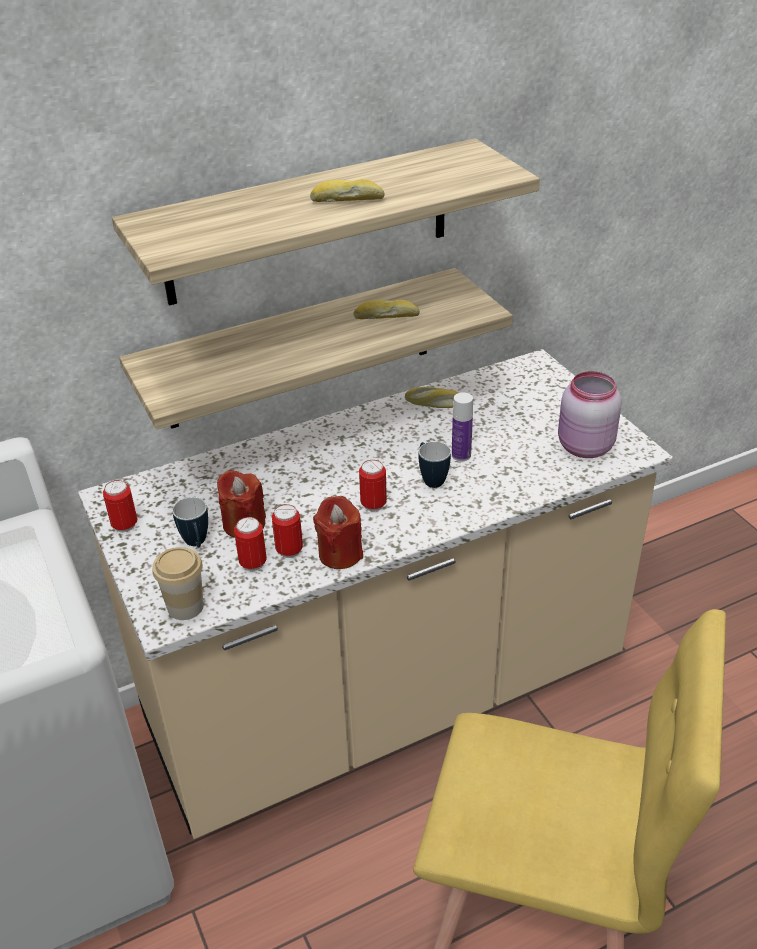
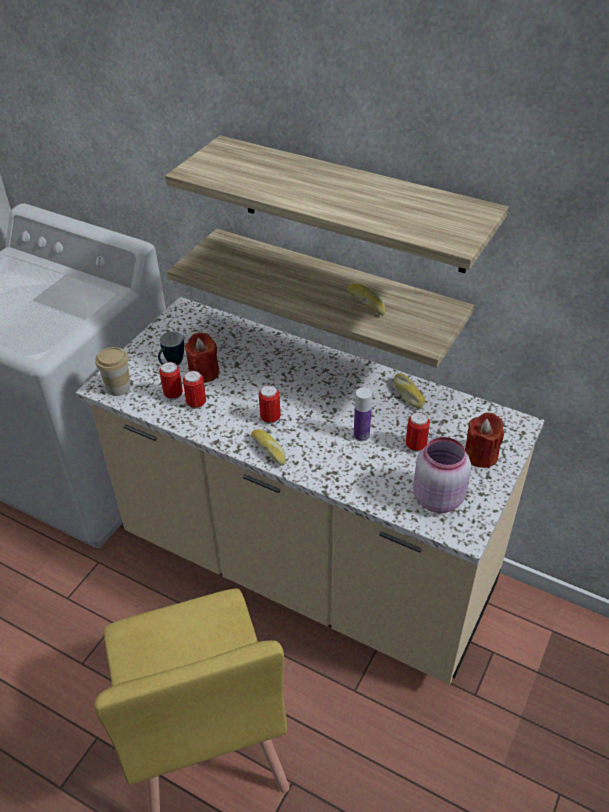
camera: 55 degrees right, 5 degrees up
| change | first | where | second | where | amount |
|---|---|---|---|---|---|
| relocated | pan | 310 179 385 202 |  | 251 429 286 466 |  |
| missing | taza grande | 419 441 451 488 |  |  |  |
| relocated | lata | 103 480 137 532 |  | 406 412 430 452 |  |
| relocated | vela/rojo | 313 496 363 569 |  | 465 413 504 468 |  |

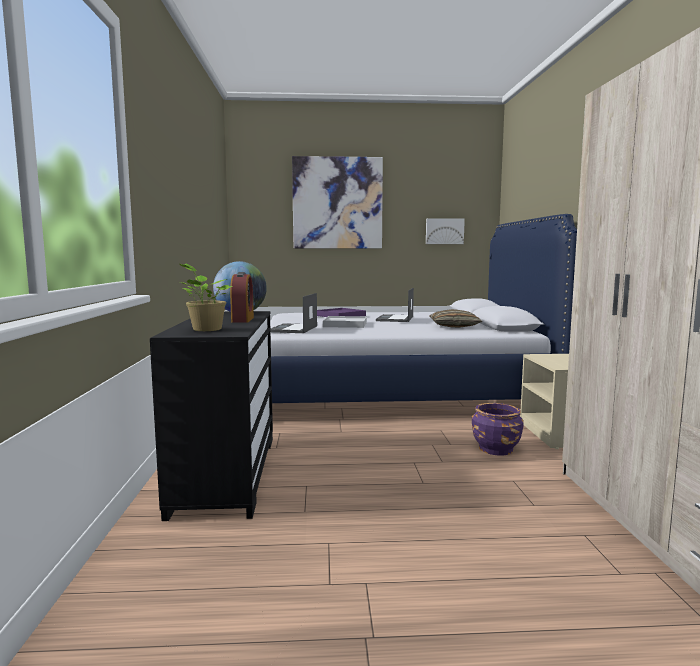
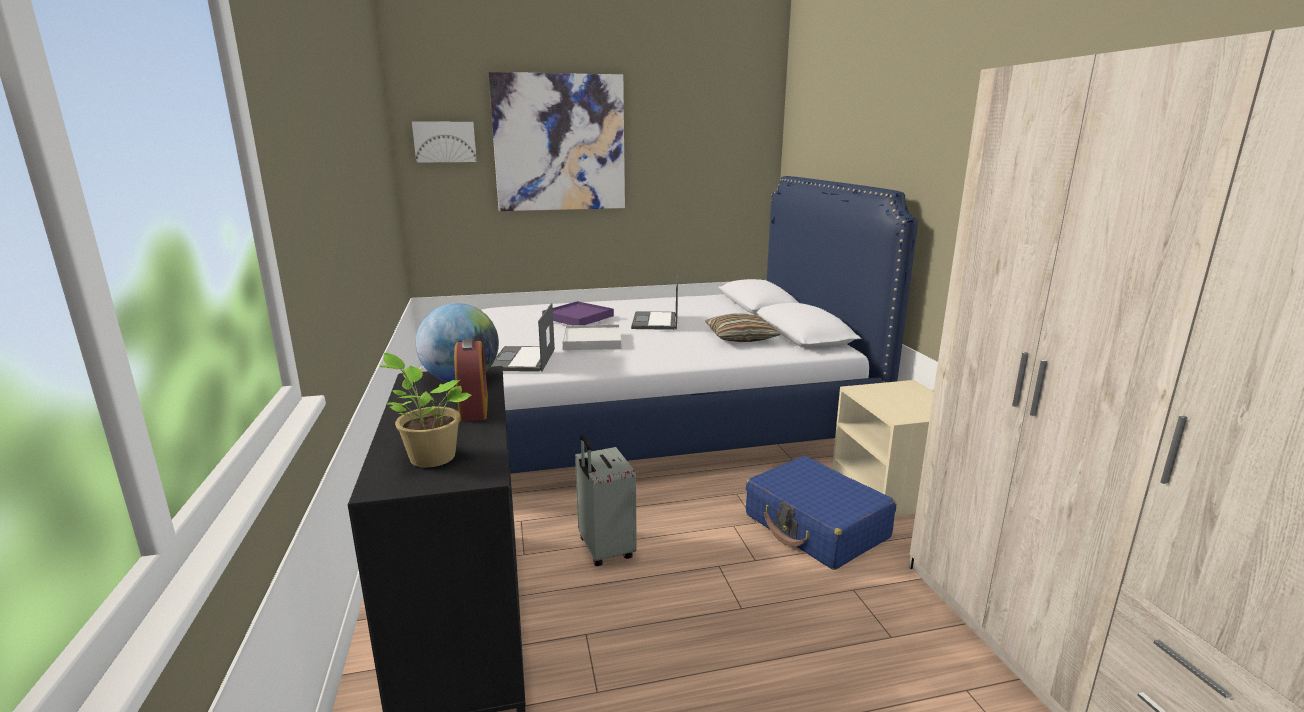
camera: 10 degrees left, 10 degrees up
| change | first | where | second | where | amount |
|---|---|---|---|---|---|
| relocated | cuadro | 426 218 465 244 |  | 412 121 477 163 |  |
| exchanged | maceta/morado | 472 403 524 455 | maleta/azul | 746 456 896 570 |  |
| appeared |  |  | maleta/gris | 575 434 637 566 |  |

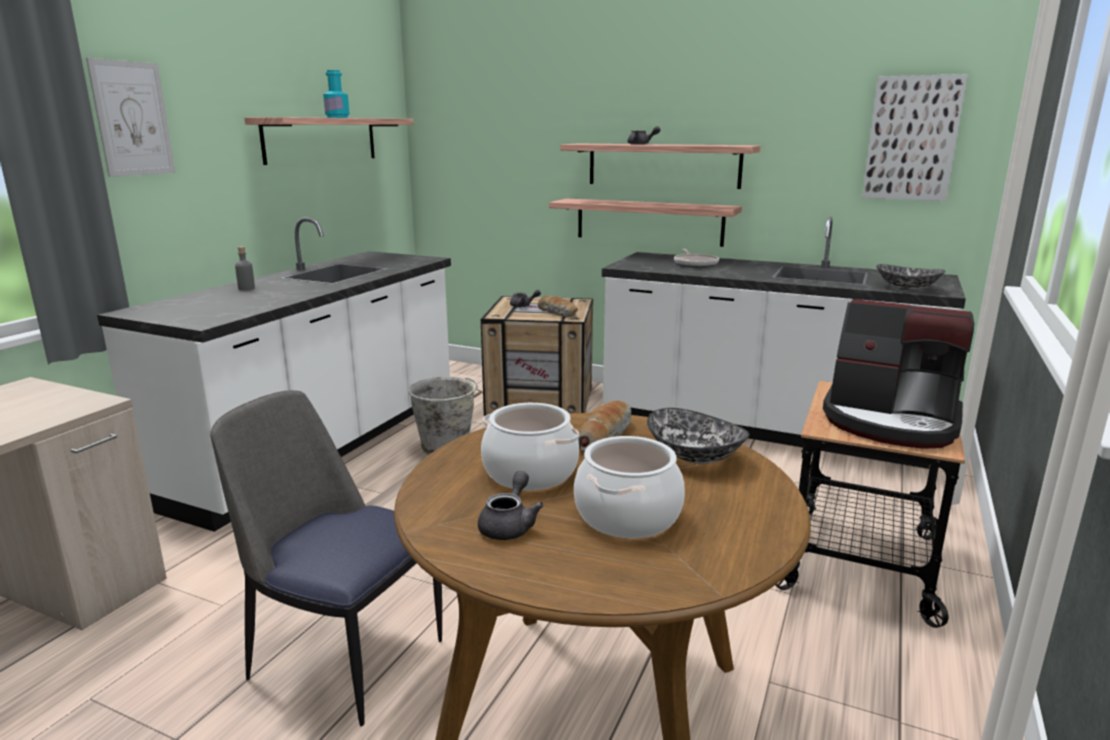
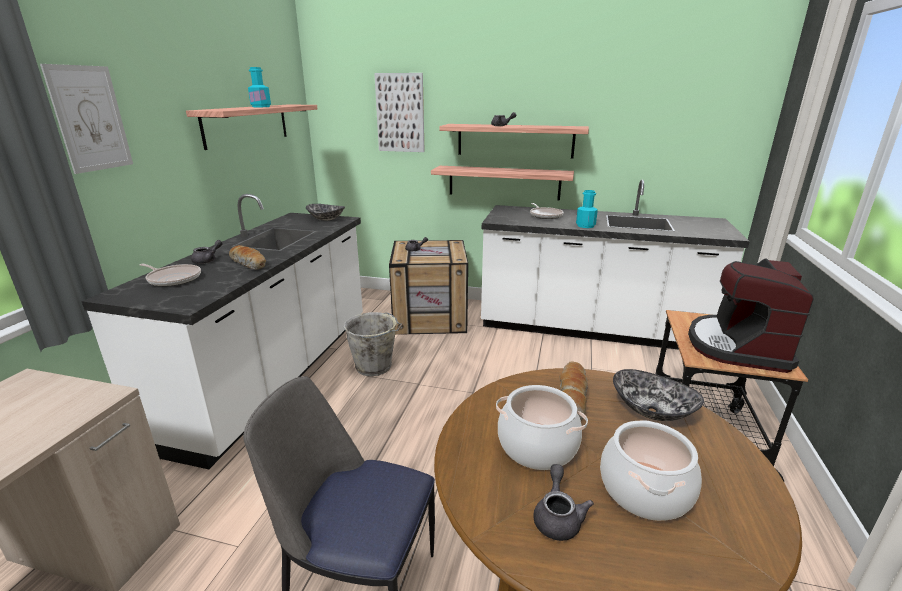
camera: 10 degrees left, 5 degrees up
| change | first | where | second | where | amount |
|---|---|---|---|---|---|
| relocated | cuadro | 862 74 968 201 |  | 374 73 425 152 |  |
| exchanged | botella/gris | 235 247 255 290 | tetera/gris | 191 240 223 264 |  |
| relocated | cuenco | 876 264 946 290 |  | 306 204 345 221 |  |
| relocated | pan | 537 296 578 317 |  | 229 245 266 270 |  |
| spun | cafetera | 823 299 974 449 |  | 688 259 814 373 | 90 degrees clockwise |
| appeared |  |  | botella/turquesa | 576 190 598 228 |  |
| appeared |  |  | sartén | 140 264 201 287 |  |

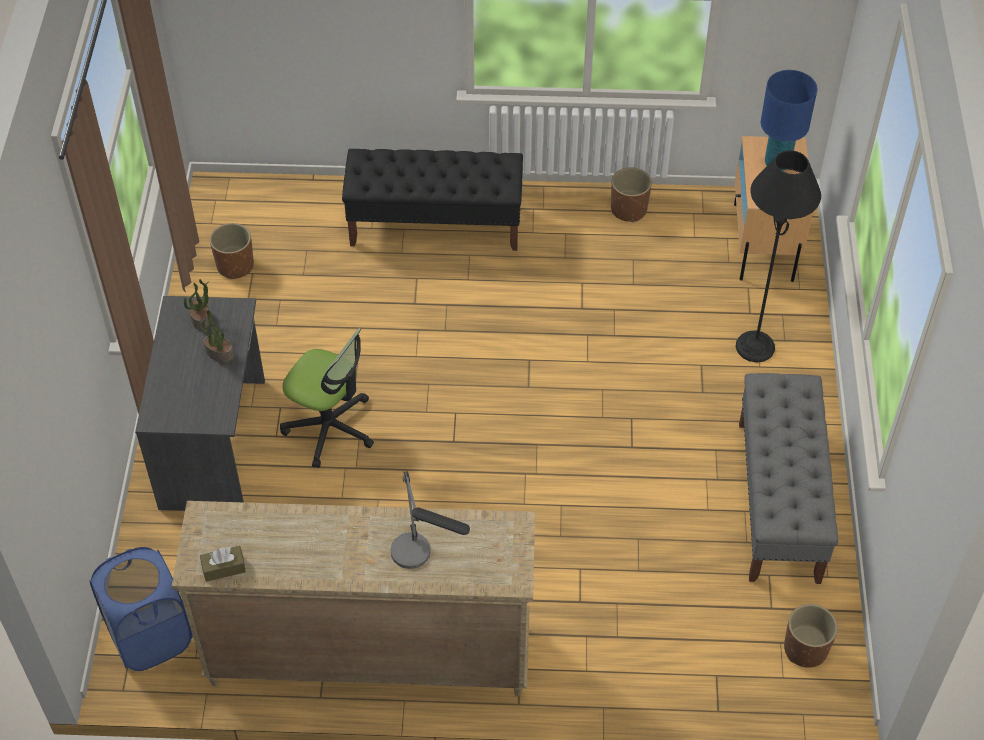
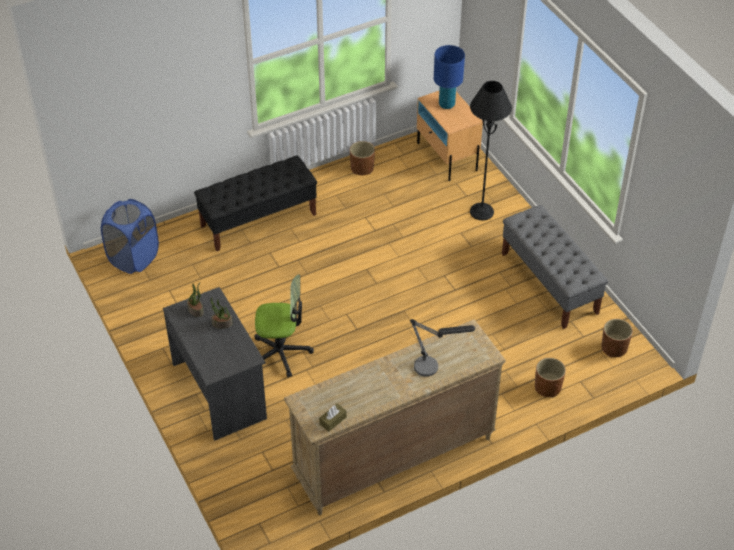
camera: 30 degrees left, 5 degrees down
| change | first | where | second | where | amount |
|---|---|---|---|---|---|
| relocated | maceta/marrón | 210 223 254 279 |  | 535 358 566 398 |  |
| relocated | cesto de la ropa/azul | 89 547 193 671 |  | 101 199 159 274 |  |

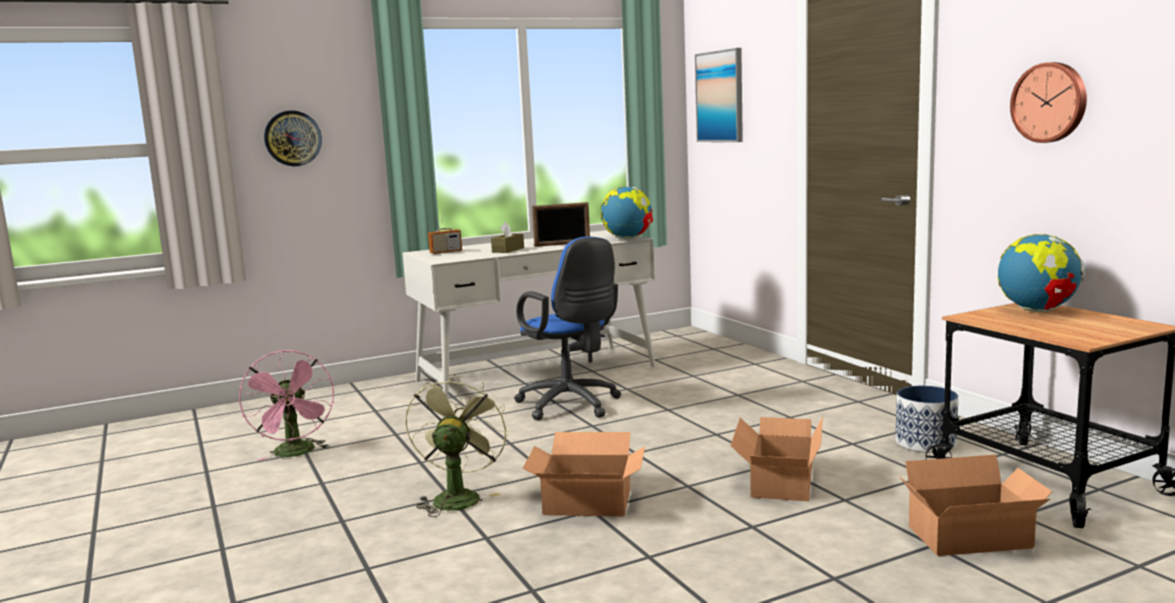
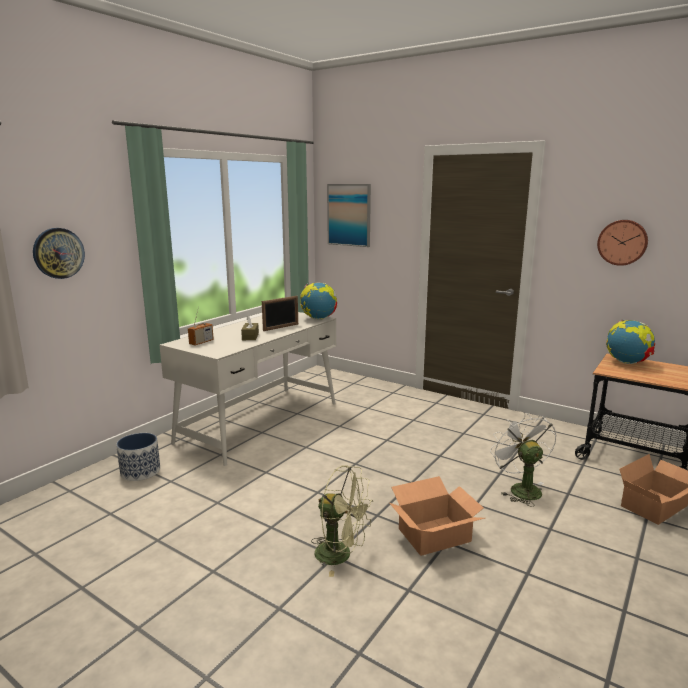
camera: 30 degrees left, 5 degrees up
| change | first | where | second | where | amount |
|---|---|---|---|---|---|
| missing | silla de oficina/azul | 514 237 621 420 |  |  |  |
| missing | ventilador/rosa | 239 350 334 461 |  |  |  |
| spun | ventilador/verde | 405 374 509 517 |  | 311 465 373 577 | 135 degrees clockwise |
| relocated | maceta | 896 386 958 453 |  | 116 433 160 481 |  |
| exchanged | caja de cartón | 730 417 823 501 | ventilador/blanco | 490 412 556 507 |  |

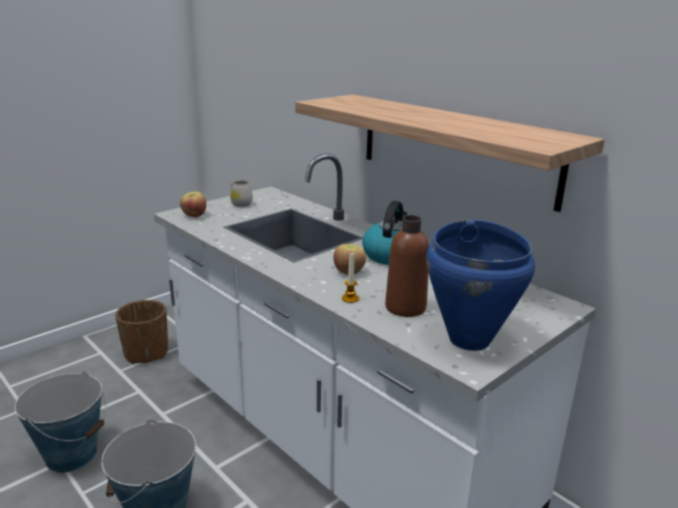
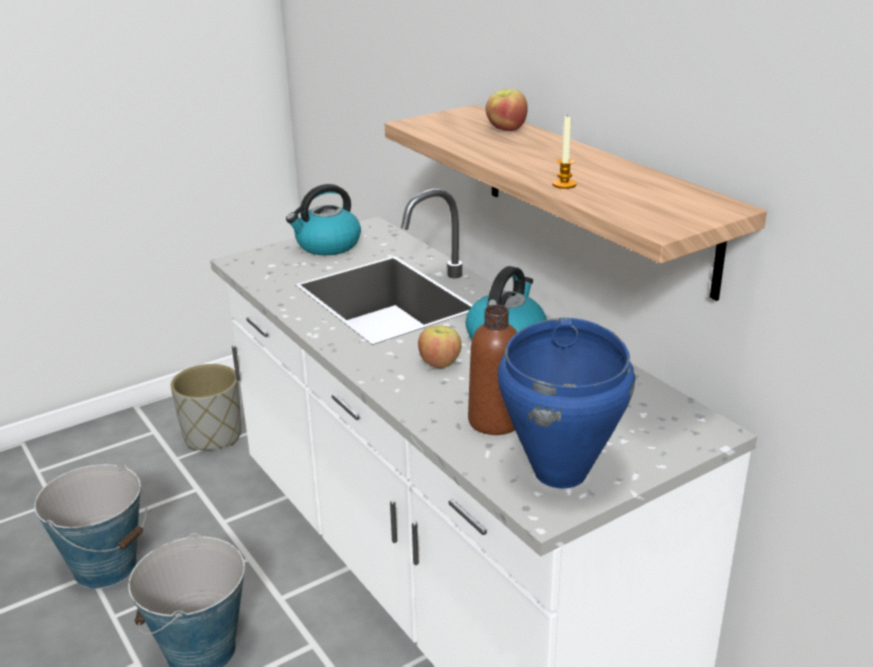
camera: 10 degrees right, 5 degrees up
| change | first | where | second | where | amount |
|---|---|---|---|---|---|
| exchanged | taza grande/blanco | 230 180 253 207 | hervidor | 286 184 361 255 |  |
| relocated | manzana | 180 192 206 217 |  | 486 89 528 131 |  |
| relocated | vela | 342 253 359 303 |  | 552 116 577 189 |  |
| colour | maceta/marrón | 115 300 168 364 | maceta/gris | 171 364 241 451 |  |

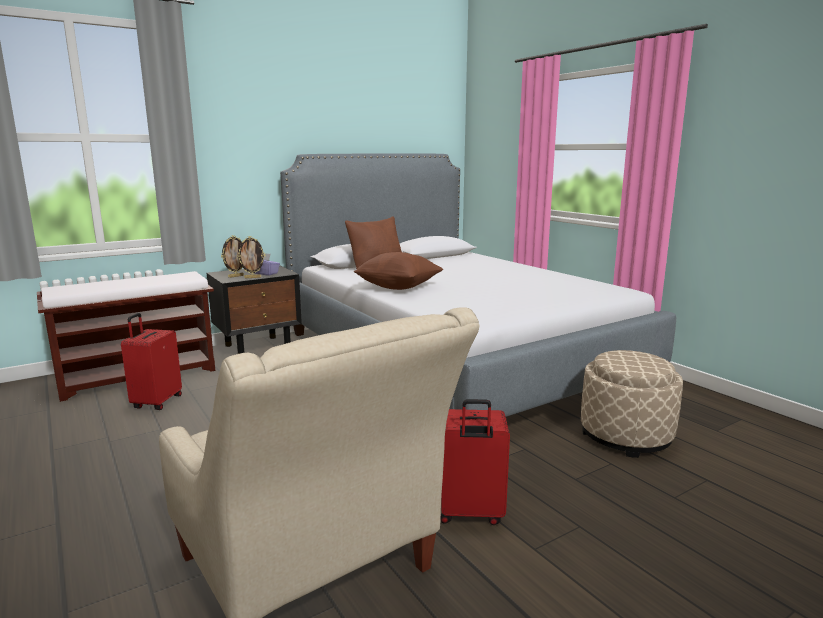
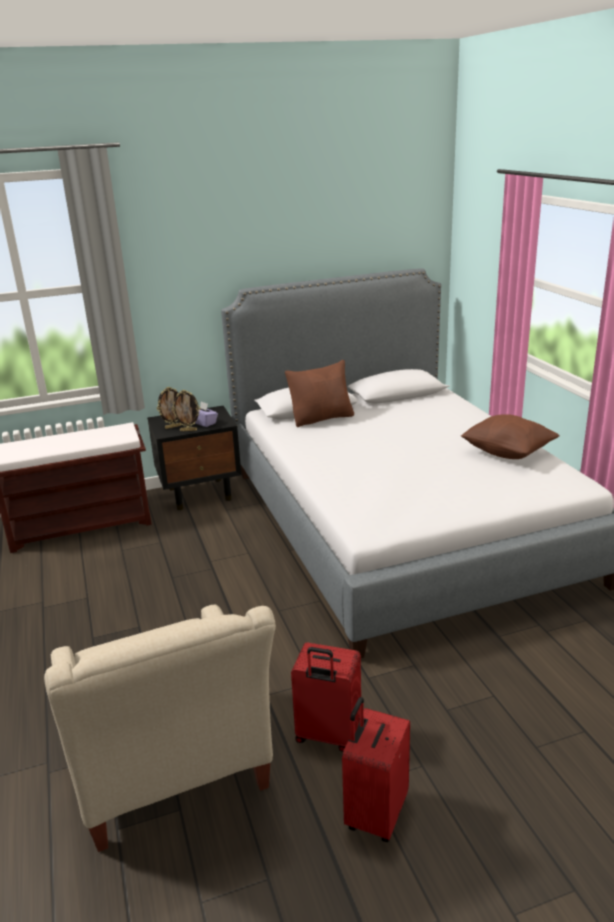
camera: 15 degrees right, 10 degrees up
| change | first | where | second | where | amount |
|---|---|---|---|---|---|
| relocated | cojín/marrón | 354 252 443 290 |  | 461 414 559 459 |  |
| relocated | maleta/rojo | 121 313 182 410 |  | 342 697 410 842 |  |
| missing | puf/beis | 581 350 683 458 |  |  |  |

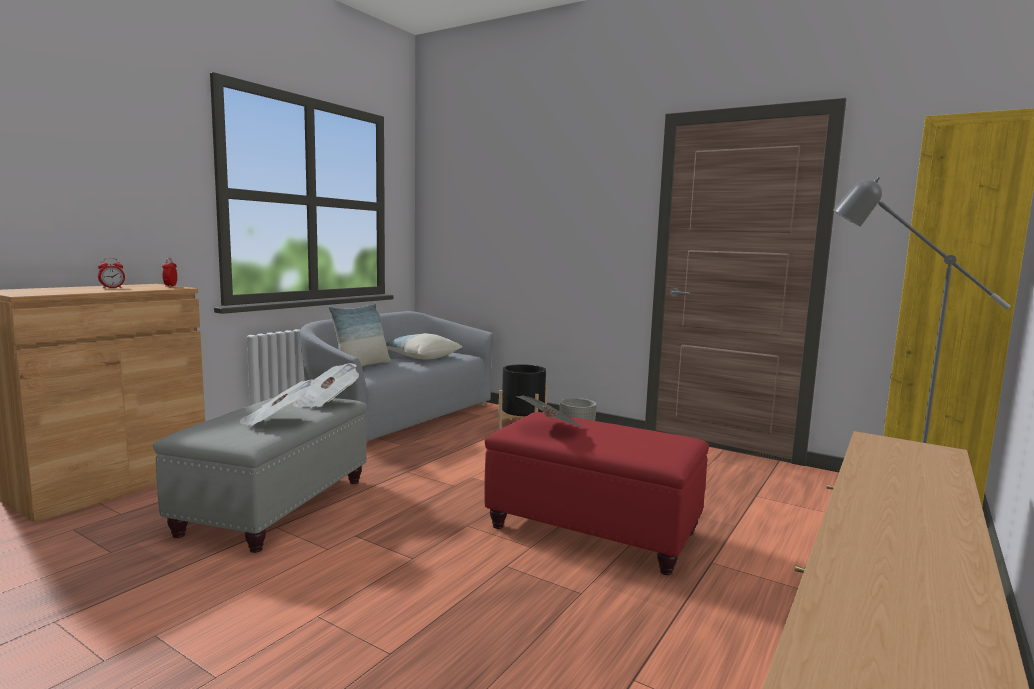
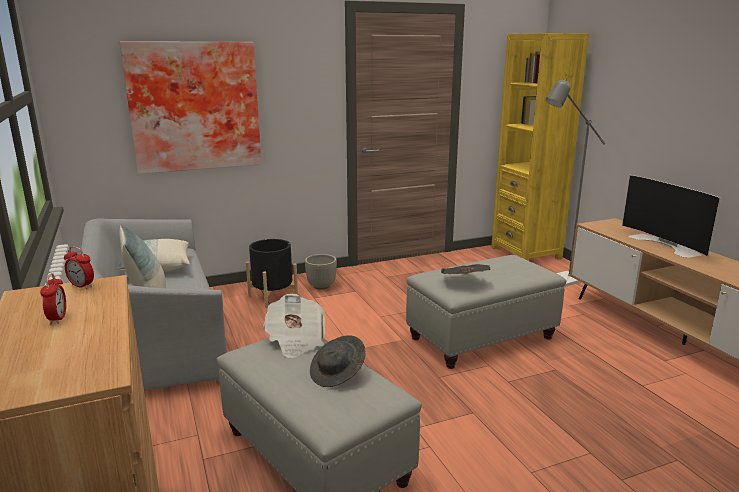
camera: 55 degrees left, 10 degrees up
| change | first | where | second | where | amount |
|---|---|---|---|---|---|
| exchanged | periódico | 239 380 314 427 | sombrero/gris | 310 335 365 387 |  |
| colour | puf/rojo | 484 412 709 575 | puf/gris | 406 255 567 369 |  |
| appeared |  |  | cuadro | 120 42 261 174 |  |
| appeared |  |  | televisor | 622 175 721 258 |  |

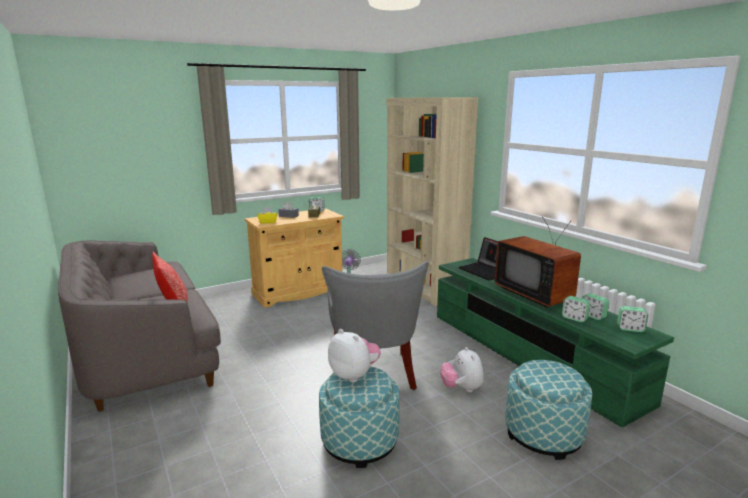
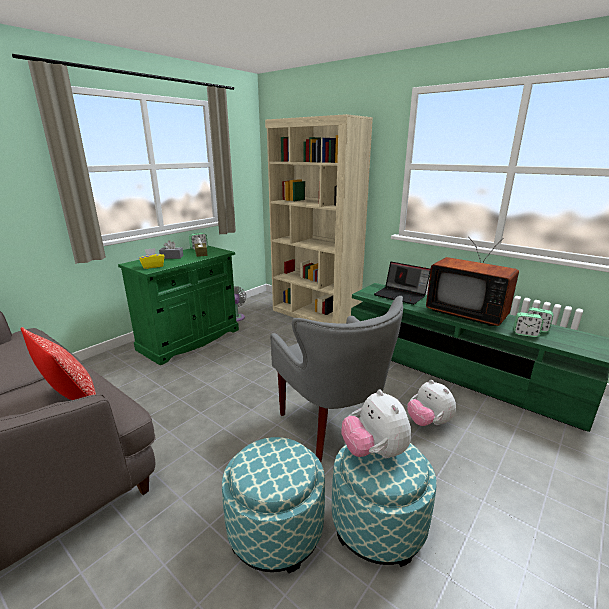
camera: 20 degrees left, 5 degrees up
| change | first | where | second | where | amount |
|---|---|---|---|---|---|
| colour | armario/beis | 245 208 344 308 | armario/verde | 118 246 239 365 |  |
| missing | despertador | 617 306 648 332 |  |  |  |
| spun | peluche | 328 329 381 383 |  | 341 389 411 458 | 135 degrees counterclockwise |
| relocated | puf | 505 360 592 460 |  | 222 437 325 573 |  |

